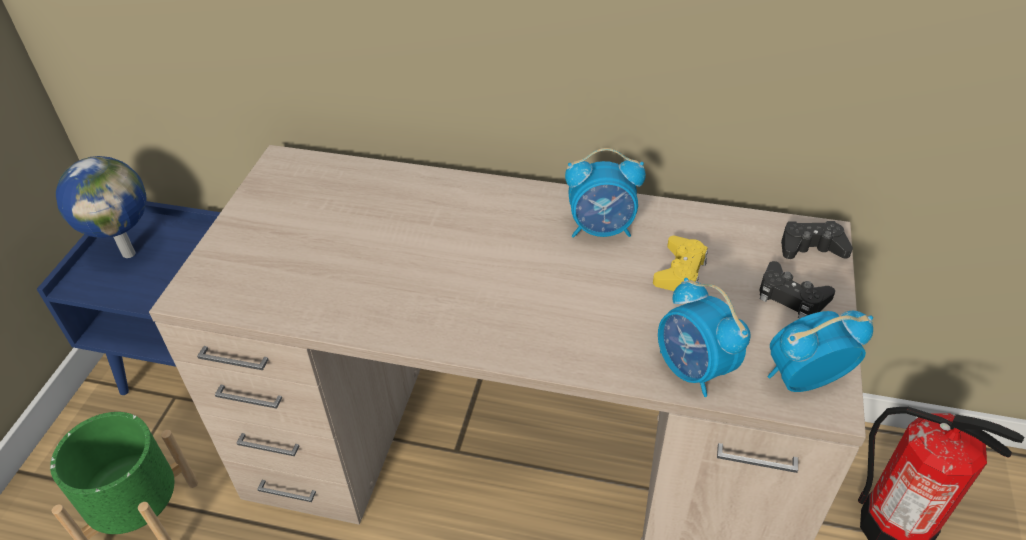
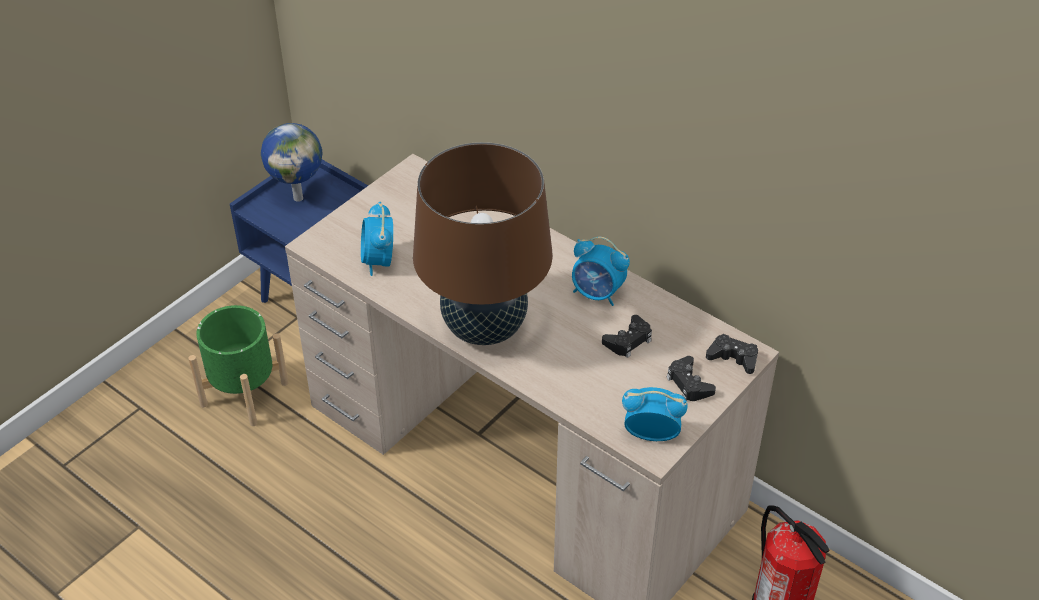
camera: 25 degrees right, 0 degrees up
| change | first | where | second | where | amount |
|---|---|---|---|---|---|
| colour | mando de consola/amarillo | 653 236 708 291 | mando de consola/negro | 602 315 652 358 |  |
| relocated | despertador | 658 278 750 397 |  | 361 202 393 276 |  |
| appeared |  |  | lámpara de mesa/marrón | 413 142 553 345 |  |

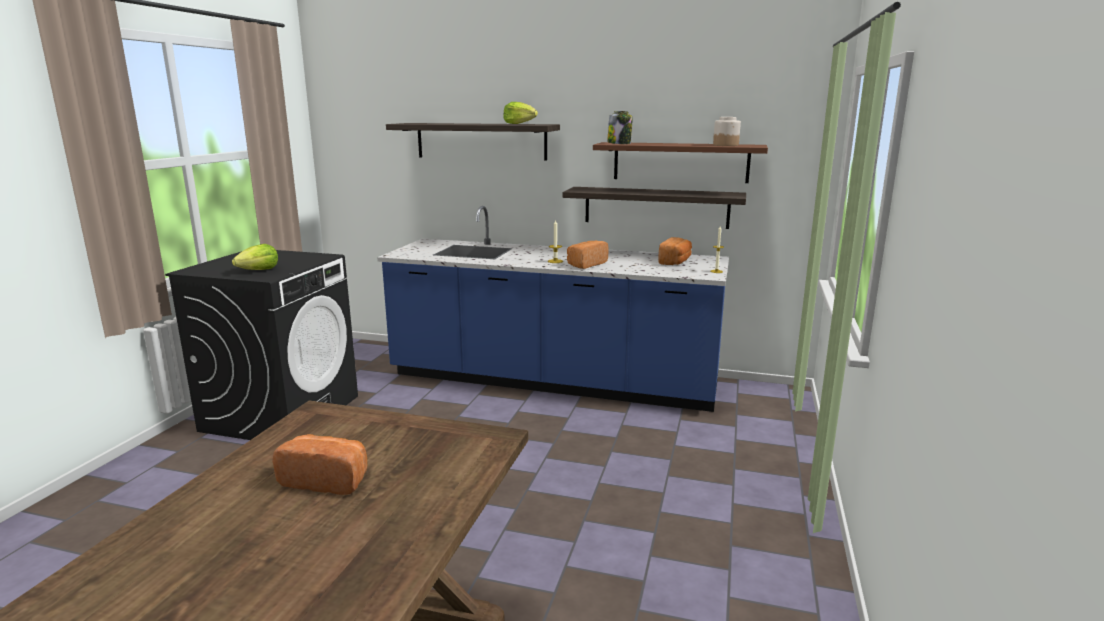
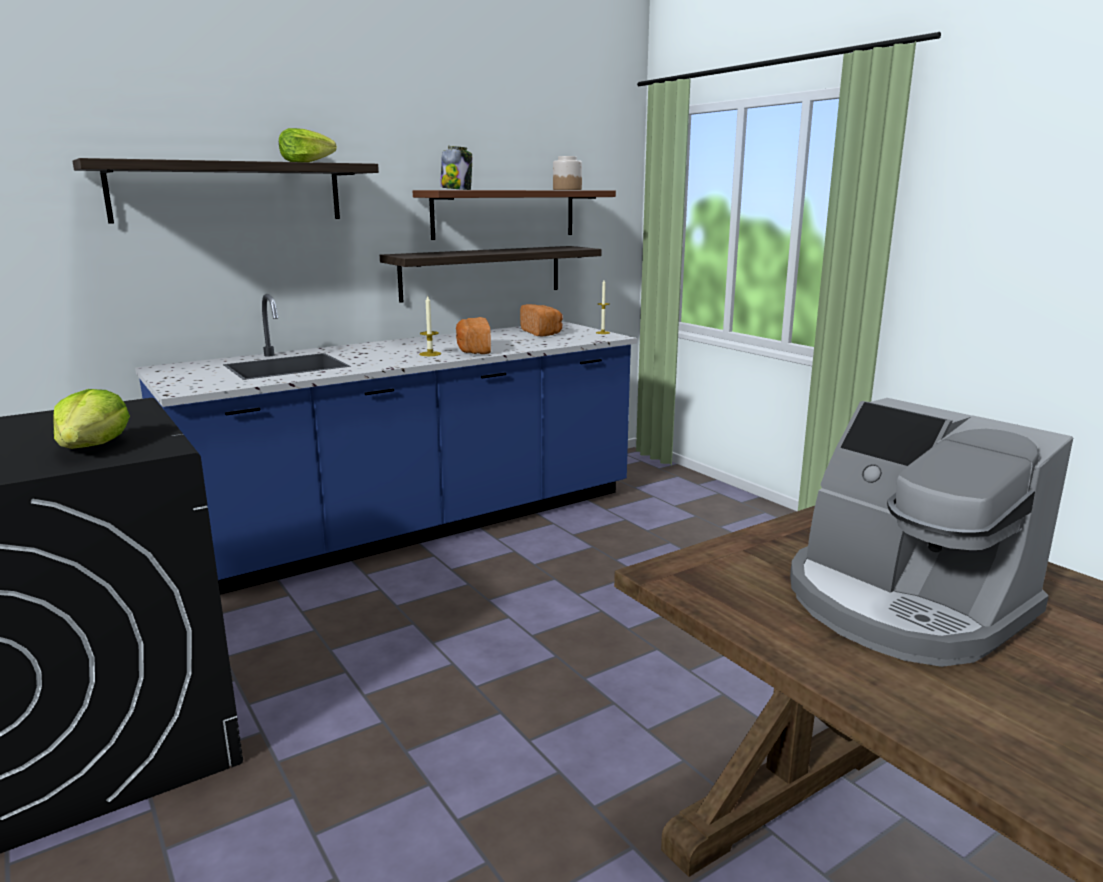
camera: 50 degrees left, 0 degrees up
| change | first | where | second | where | amount |
|---|---|---|---|---|---|
| exchanged | pan | 272 434 367 495 | cafetera | 790 398 1073 667 |  |

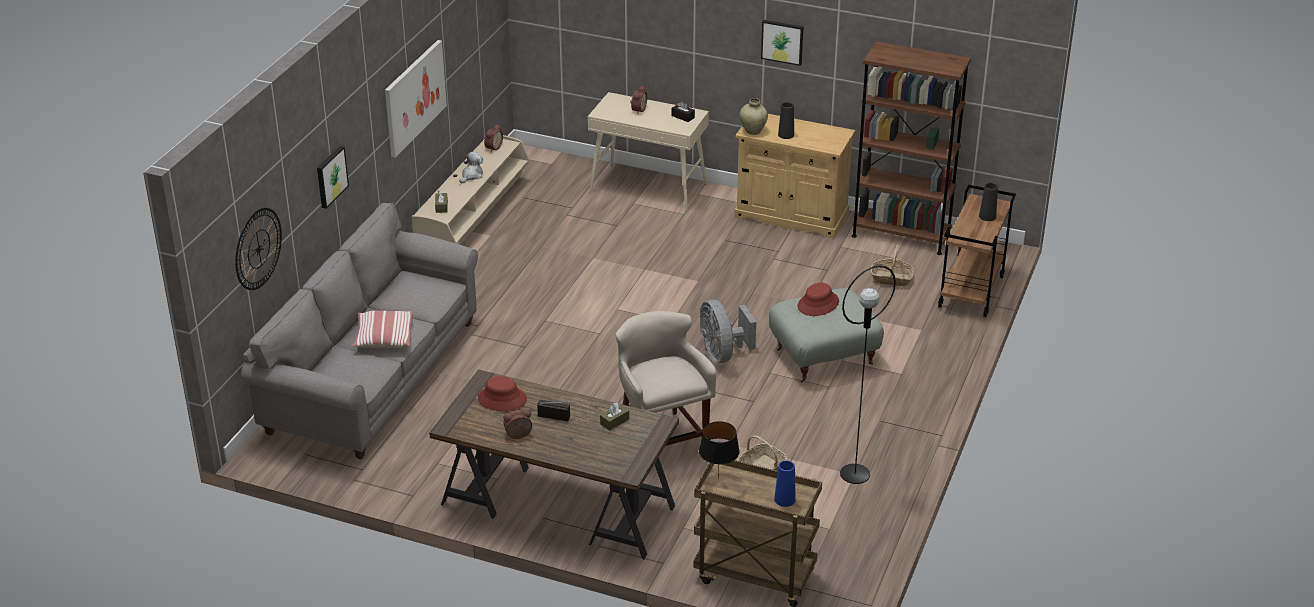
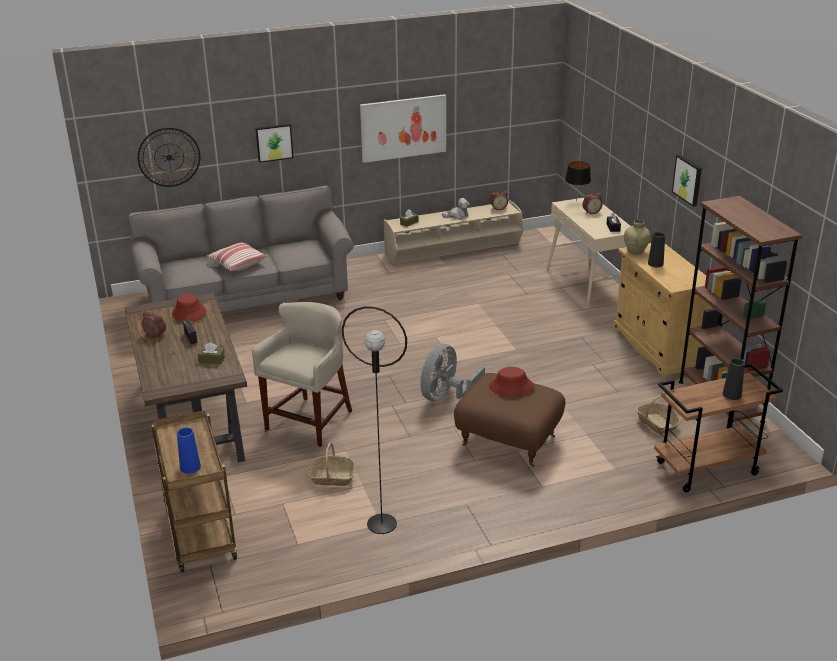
camera: 50 degrees right, 5 degrees down
| change | first | where | second | where | amount |
|---|---|---|---|---|---|
| colour | puf/gris | 769 288 884 382 | puf/marrón | 454 373 565 467 |  |
| relocated | lámpara de mesa/negro | 699 421 740 480 |  | 565 161 591 202 |  |

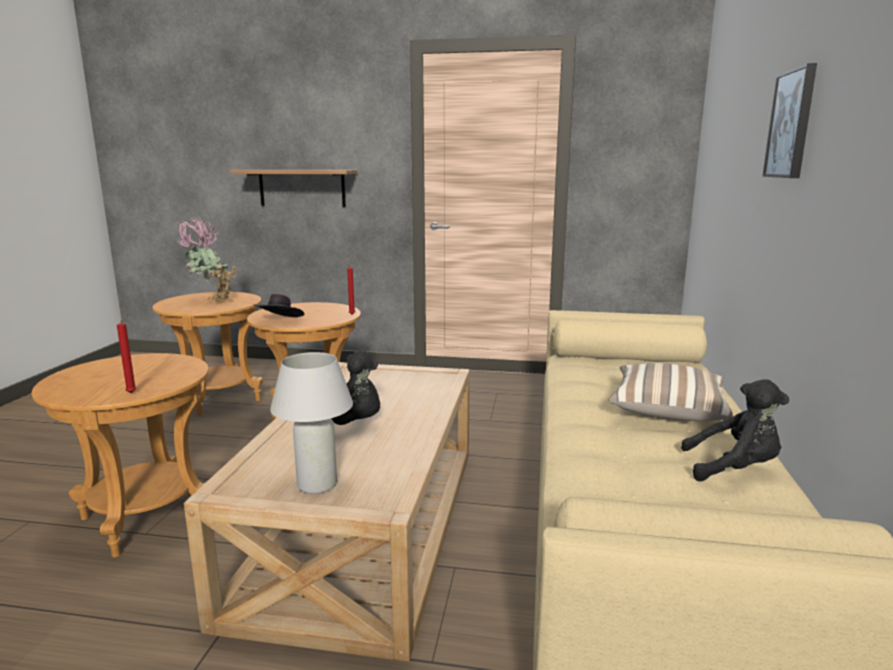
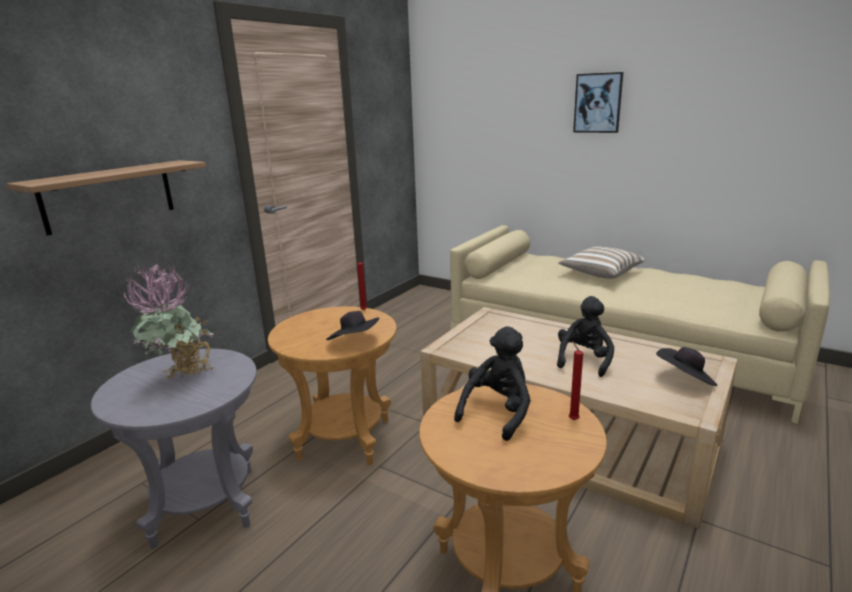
camera: 65 degrees left, 5 degrees up
| change | first | where | second | where | amount |
|---|---|---|---|---|---|
| colour | mesa auxiliar/marrón | 153 292 263 416 | mesa auxiliar/gris | 91 349 257 549 |  |
| exchanged | lámpara de mesa/blanco | 270 352 353 494 | sombrero/negro | 656 347 717 386 |  |
| relocated | peluche/negro | 681 379 789 482 |  | 454 326 531 441 |  |

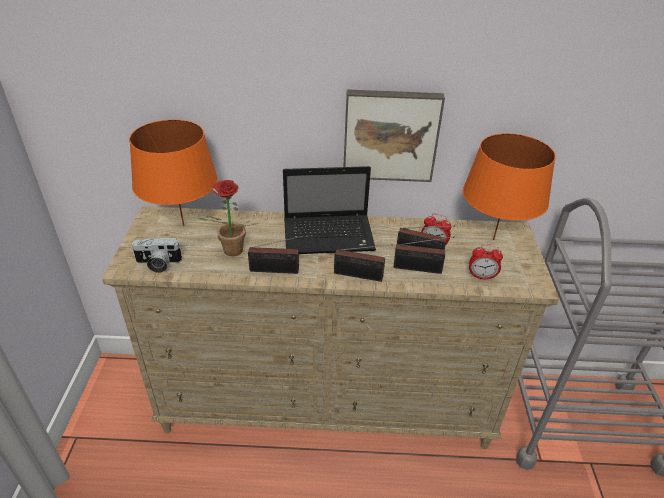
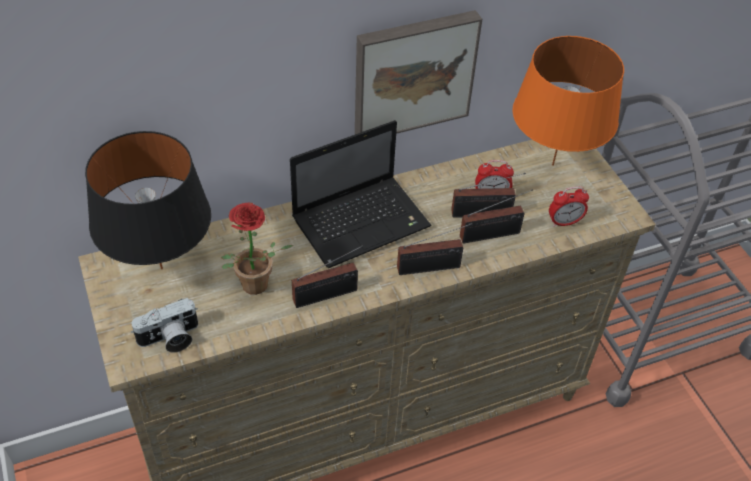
camera: 25 degrees left, 10 degrees up
| change | first | where | second | where | amount |
|---|---|---|---|---|---|
| colour | lámpara de mesa/naranja | 129 119 218 226 | lámpara de mesa/negro | 85 131 211 270 |  |

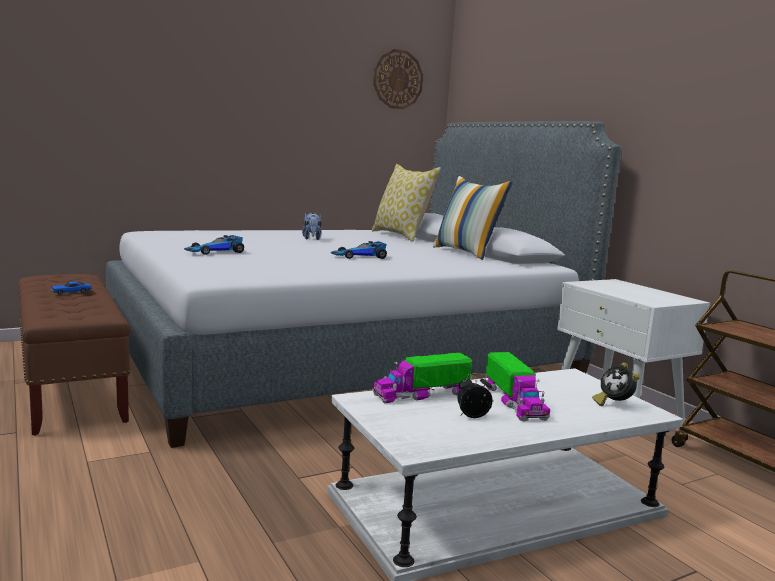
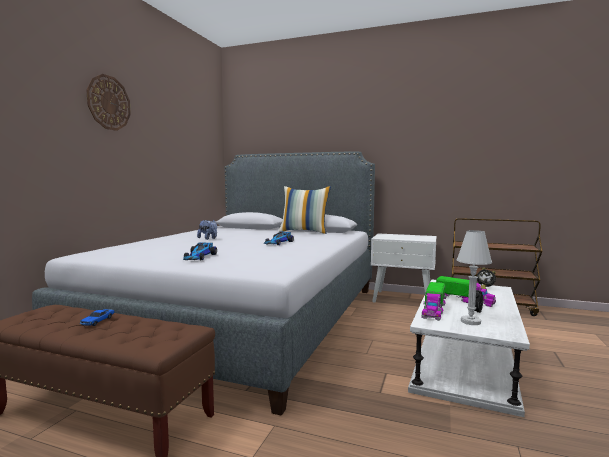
camera: 40 degrees left, 5 degrees down
| change | first | where | second | where | amount |
|---|---|---|---|---|---|
| relocated | reloj de pared | 373 49 423 109 |  | 86 74 131 131 |  |
| missing | cojín | 372 164 441 242 |  |  |  |
| appeared |  |  | lámpara de mesa/blanco | 457 230 492 325 |  |

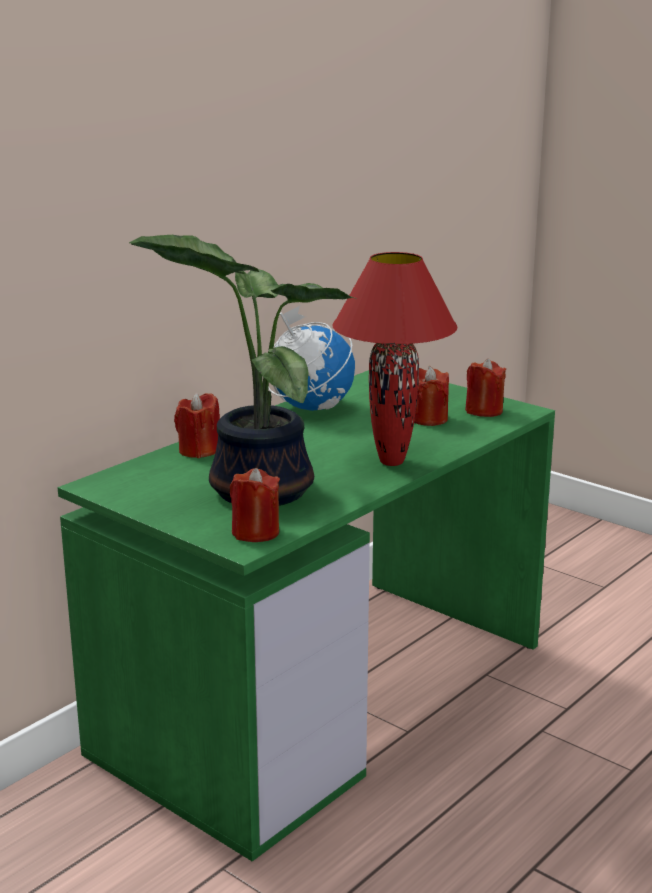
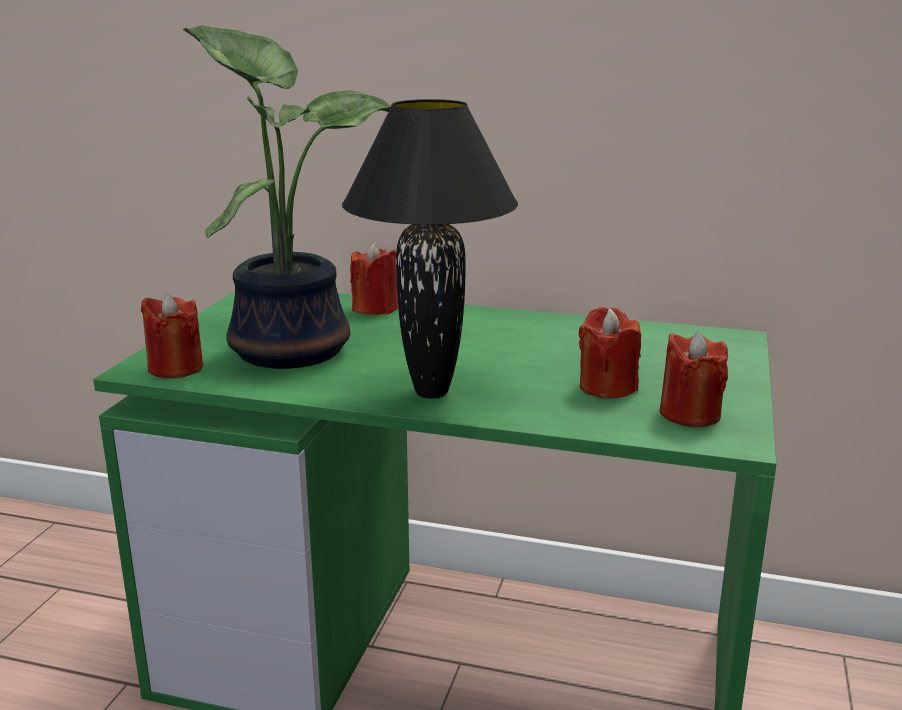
camera: 65 degrees right, 0 degrees up
| change | first | where | second | where | amount |
|---|---|---|---|---|---|
| colour | lámpara de mesa/rojo | 333 252 458 466 | lámpara de mesa/negro | 342 99 518 399 |  |
| missing | globo terráqueo | 268 306 355 411 |  |  |  |

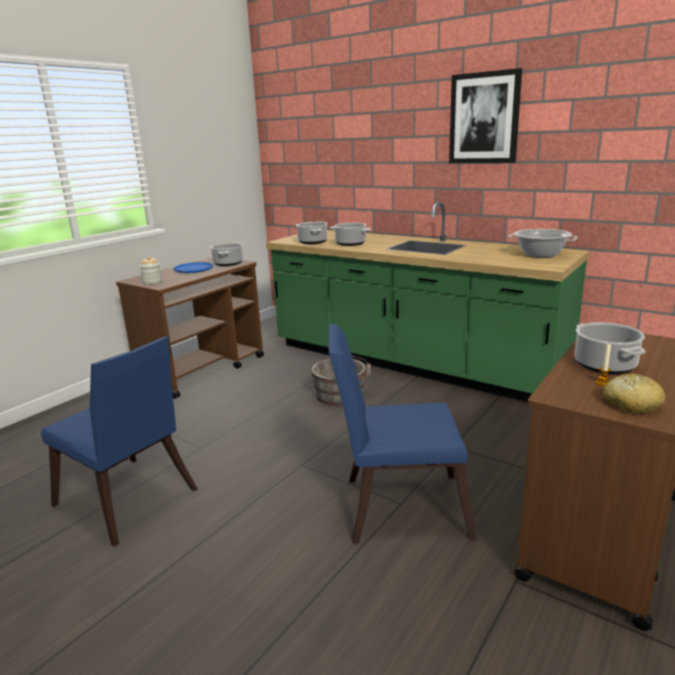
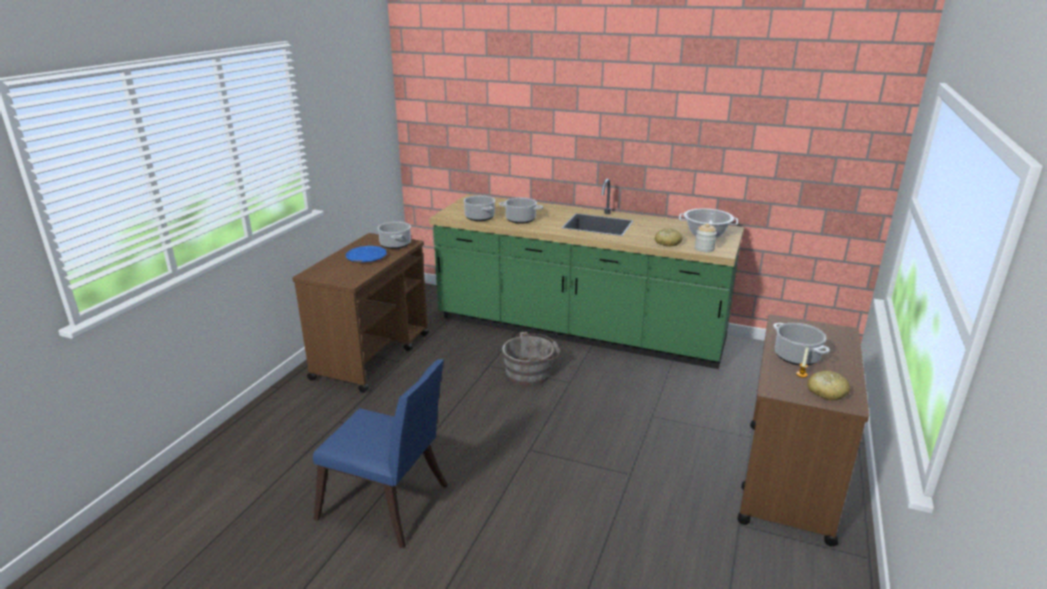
camera: 15 degrees left, 5 degrees up
| change | first | where | second | where | amount |
|---|---|---|---|---|---|
| missing | cuadro | 449 68 522 163 |  |  |  |
| relocated | tarro | 139 256 162 285 |  | 695 223 717 252 |  |
| missing | silla/azul | 329 324 476 543 |  |  |  |
| appeared |  |  | pan | 655 228 682 247 |  |

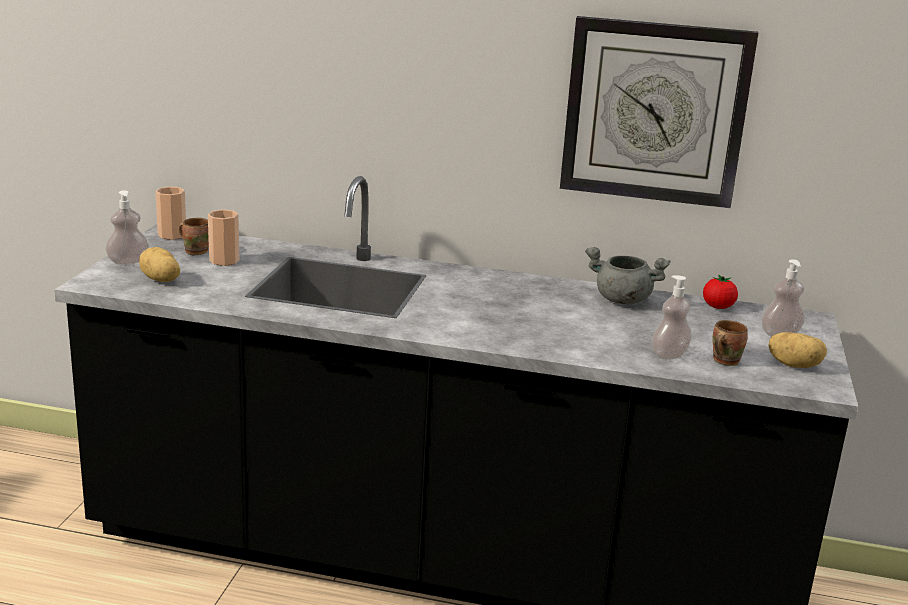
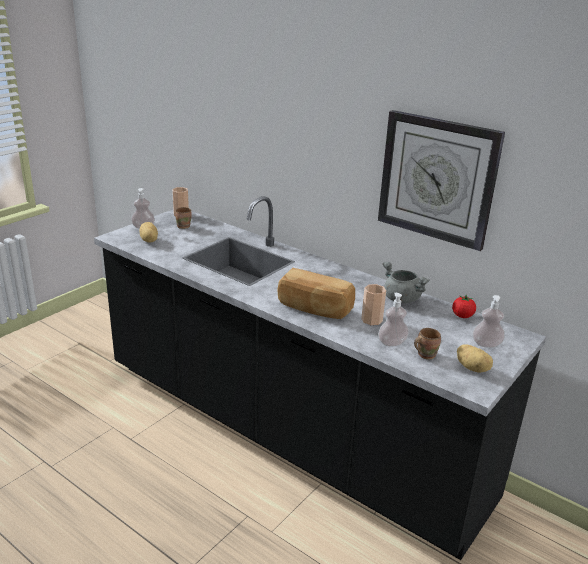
camera: 25 degrees right, 5 degrees up
| change | first | where | second | where | amount |
|---|---|---|---|---|---|
| relocated | taza | 208 209 240 266 |  | 361 284 386 325 |  |
| appeared |  |  | pan | 277 268 355 319 |  |

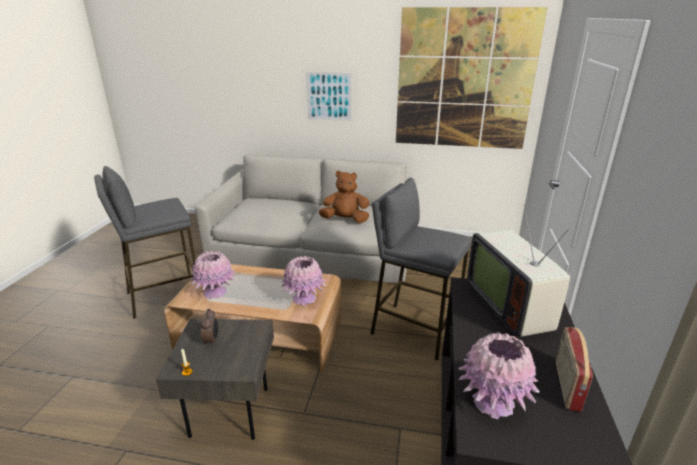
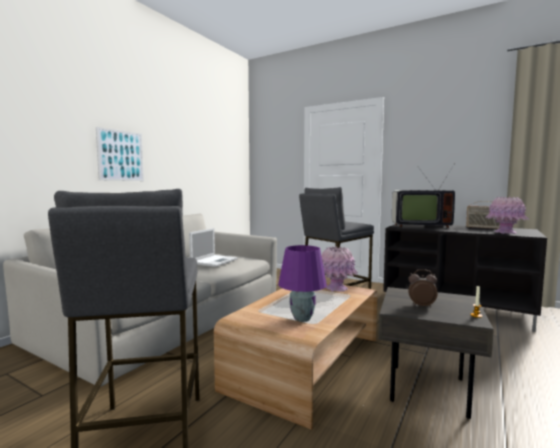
camera: 70 degrees left, 20 degrees down
| change | first | where | second | where | amount |
|---|---|---|---|---|---|
| missing | cuadro | 396 7 548 149 |  |  |  |
| exchanged | peluche/marrón | 319 171 369 223 | portátil | 189 228 238 267 |  |
| exchanged | florero/rosa | 190 251 237 299 | lámpara de mesa/morado | 278 245 327 322 |  |

